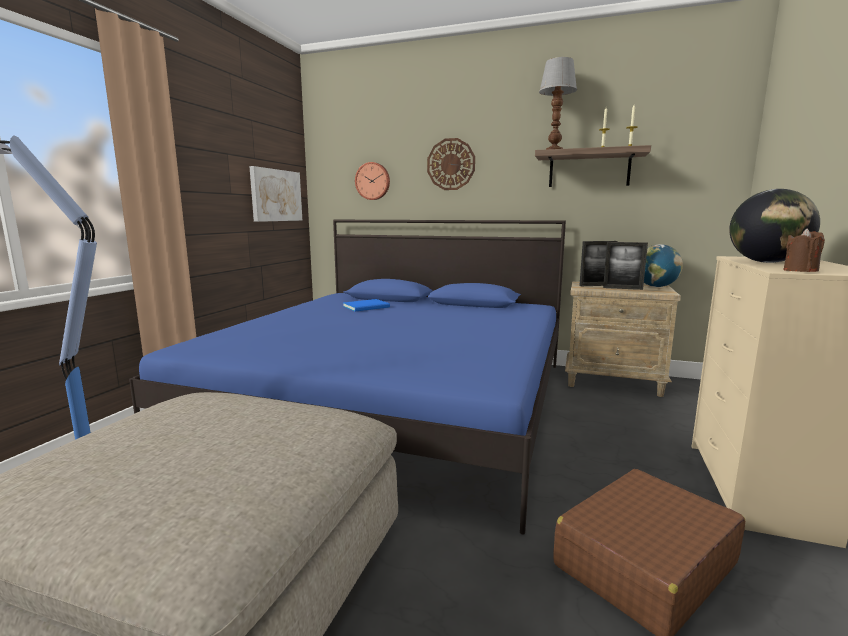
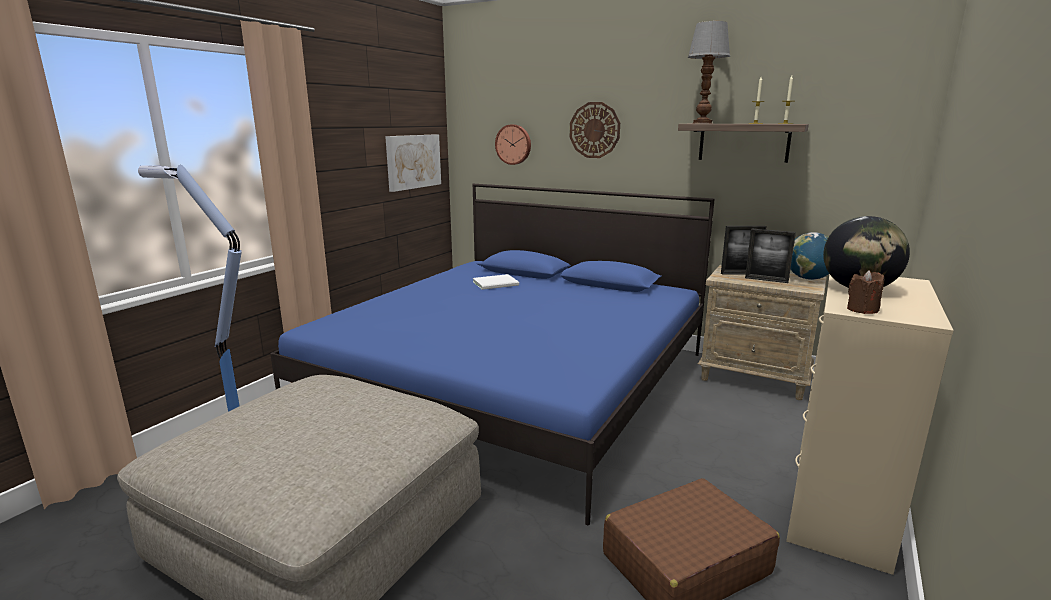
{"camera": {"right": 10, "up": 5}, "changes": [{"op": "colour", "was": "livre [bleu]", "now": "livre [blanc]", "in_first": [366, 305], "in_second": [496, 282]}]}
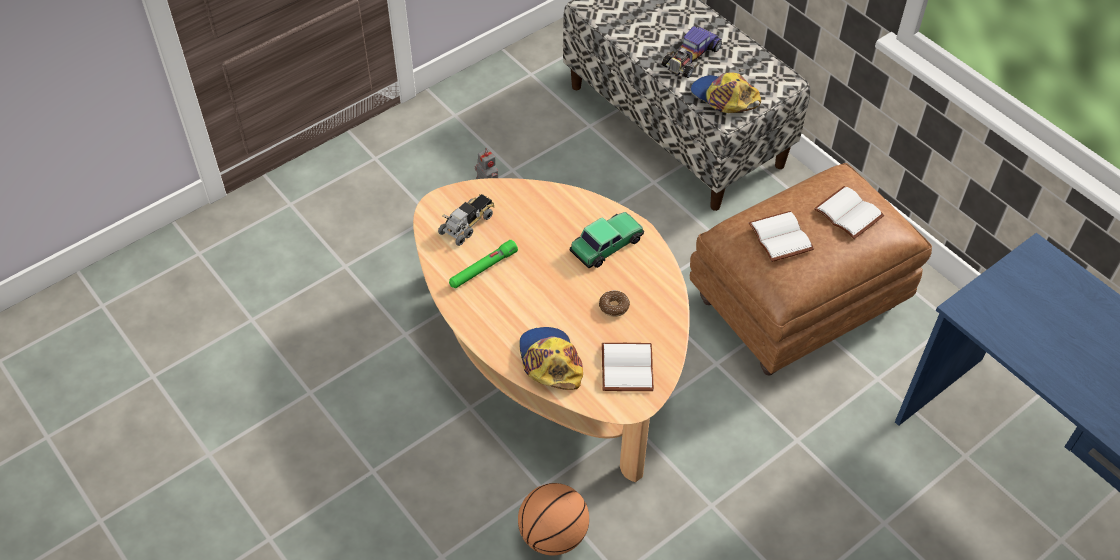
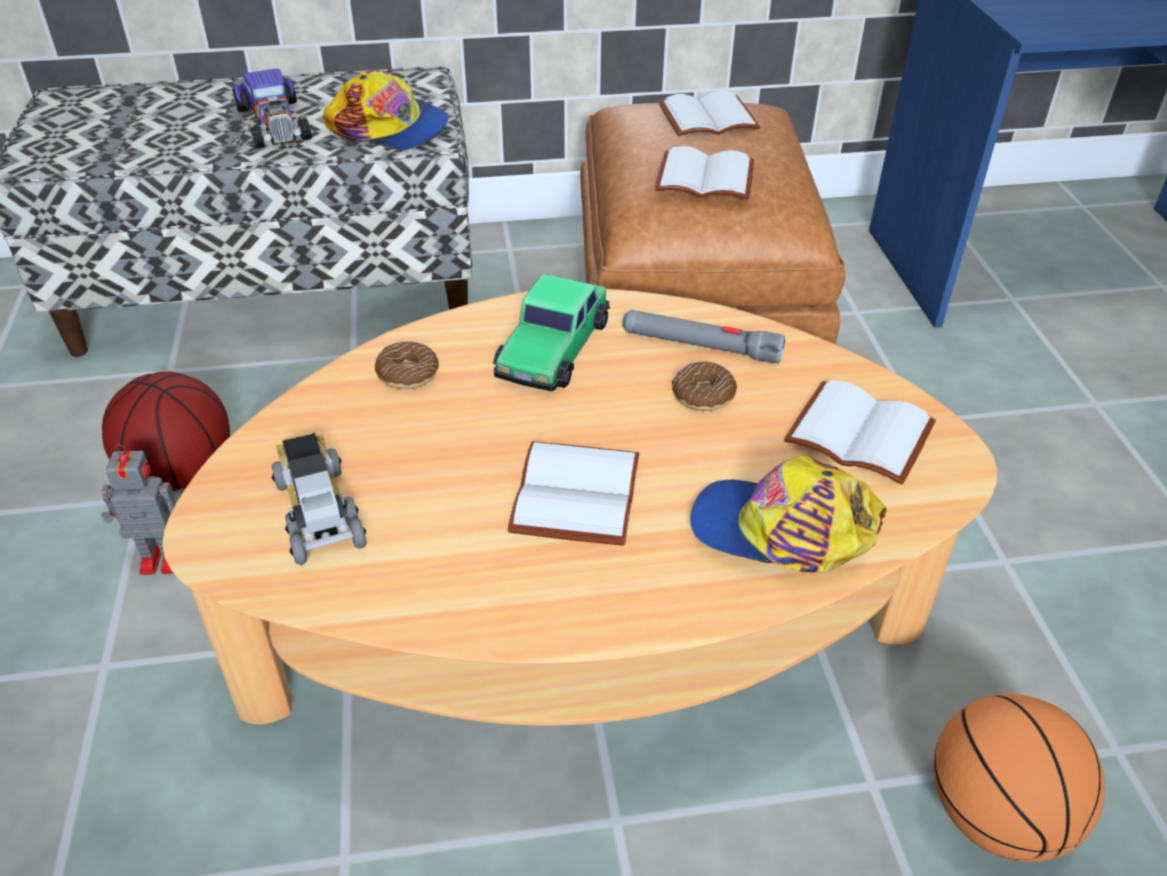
{"camera": {"right": -60, "up": -10}, "changes": [{"op": "appeared", "now": "ballon de basket", "in_second": [166, 431]}, {"op": "spun", "was": "casquette", "in_first": [725, 92], "in_second": [386, 110], "clockwise": -135}, {"op": "appeared", "now": "beignet", "in_second": [407, 365]}, {"op": "spun", "was": "petite voiture", "in_first": [607, 240], "in_second": [551, 333], "clockwise": -150}, {"op": "appeared", "now": "livre [blanc]", "in_second": [573, 493]}, {"op": "appeared", "now": "lampe de poche [gris]", "in_second": [703, 337]}, {"op": "missing", "was": "lampe de poche [vert]", "in_first": [483, 264]}]}
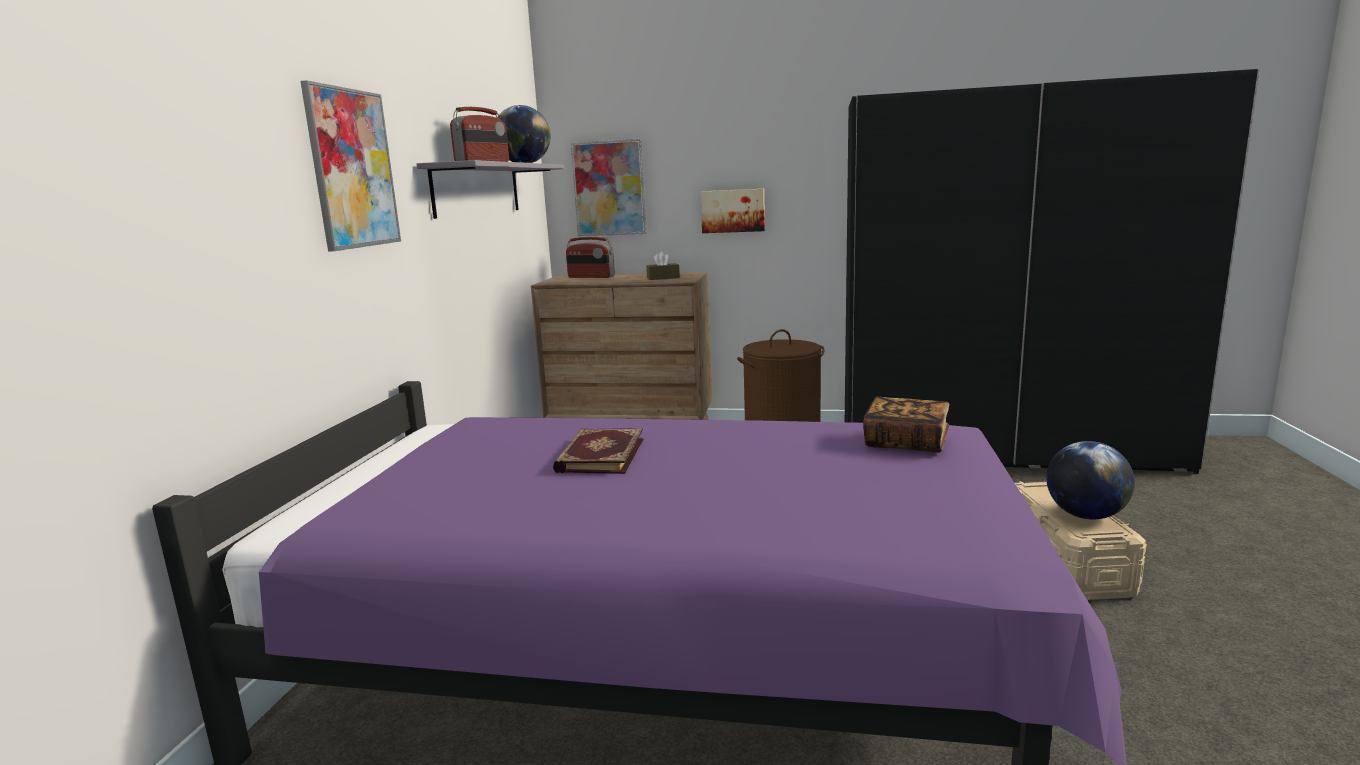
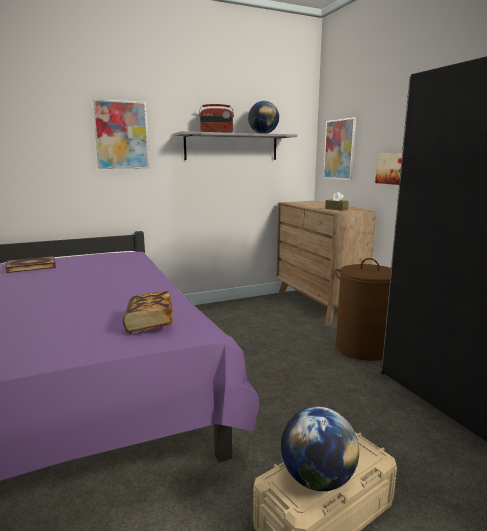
{"camera": {"right": 55, "up": 0}, "changes": [{"op": "relocated", "was": "livre", "in_first": [598, 451], "in_second": [30, 264]}, {"op": "missing", "was": "radio", "in_first": [590, 257]}]}
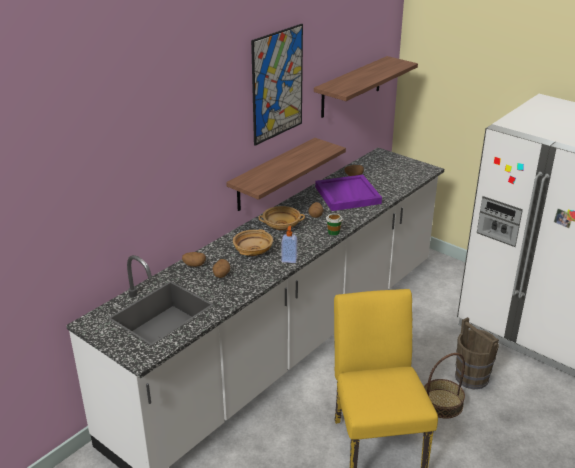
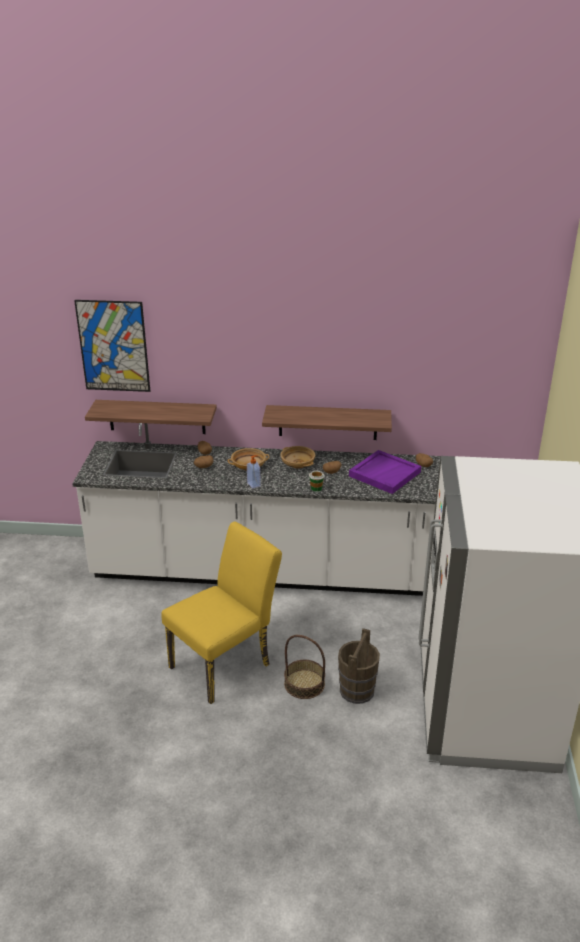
{"camera": {"right": 55, "up": 0}, "changes": [{"op": "relocated", "was": "tableau", "in_first": [277, 85], "in_second": [112, 346]}, {"op": "relocated", "was": "étagère", "in_first": [366, 87], "in_second": [151, 417]}]}
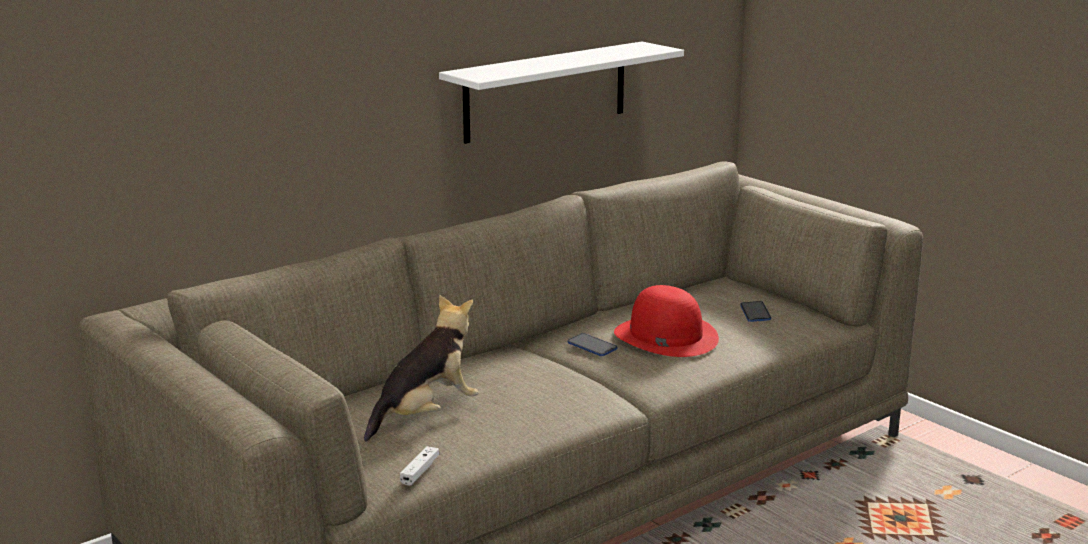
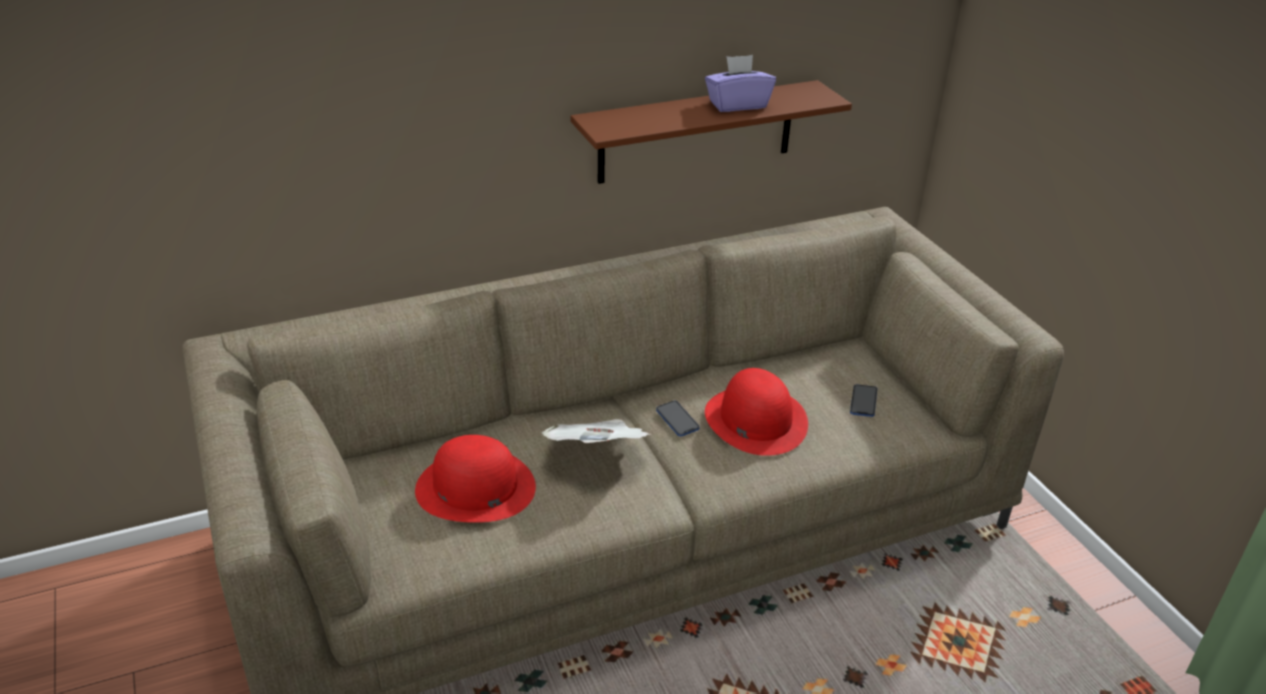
{"camera": {"right": 15, "up": 15}, "changes": [{"op": "exchanged", "was": "peluche", "now": "chapeau [rouge]", "in_first": [421, 368], "in_second": [475, 479]}, {"op": "appeared", "now": "journal", "in_second": [596, 431]}, {"op": "colour", "was": "étagère [blanc]", "now": "étagère [marron]", "in_first": [561, 93], "in_second": [711, 132]}, {"op": "appeared", "now": "boîte à mouchoirs [violet]", "in_second": [740, 83]}, {"op": "missing", "was": "manette [blanc]", "in_first": [419, 466]}]}
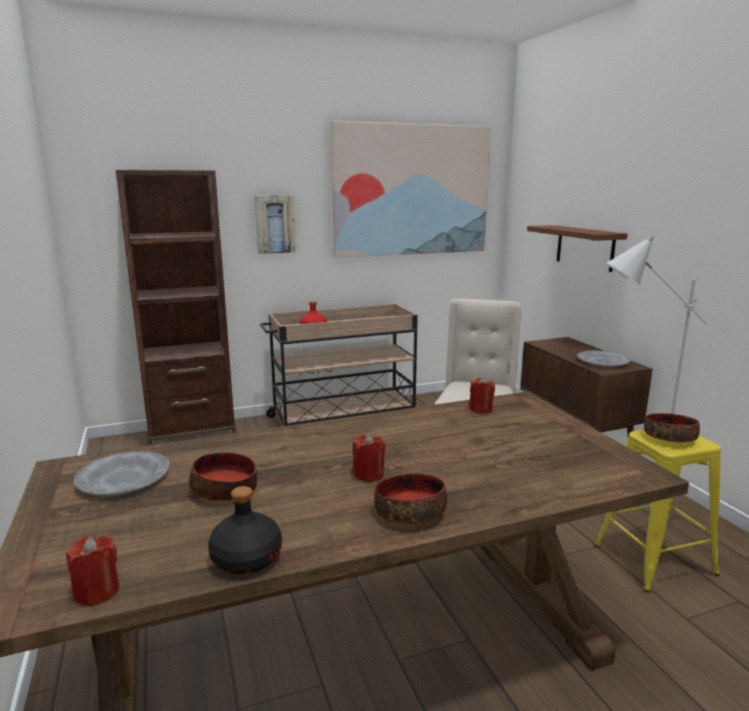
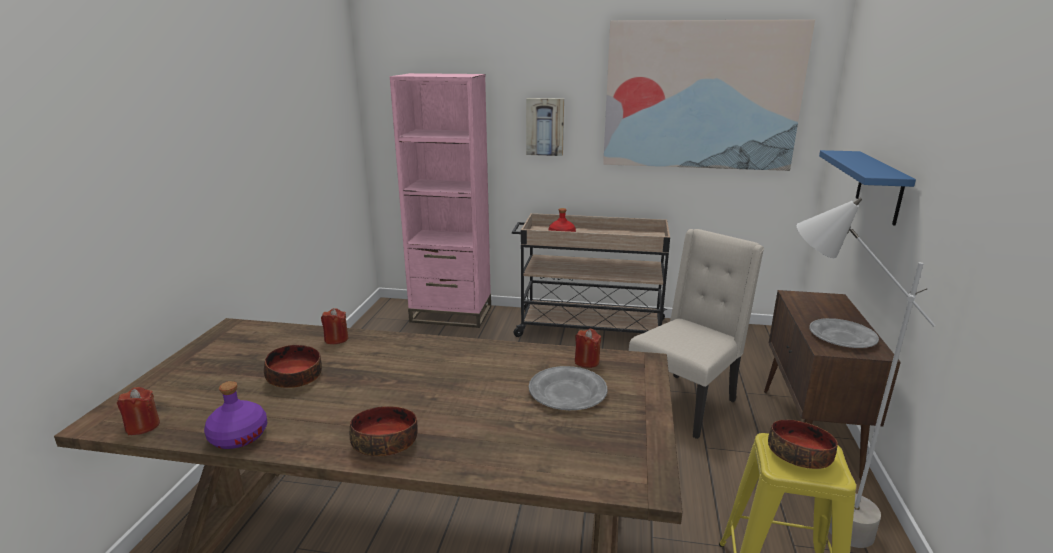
{"camera": {"right": 30, "up": 5}, "changes": [{"op": "colour", "was": "bouteille [noir]", "now": "bouteille [violet]", "in_first": [245, 530], "in_second": [235, 415]}, {"op": "relocated", "was": "bougie [rouge]", "in_first": [369, 458], "in_second": [334, 326]}, {"op": "colour", "was": "bibliothèque [marron]", "now": "bibliothèque [rose]", "in_first": [175, 307], "in_second": [440, 200]}, {"op": "relocated", "was": "assiette [gris]", "in_first": [121, 473], "in_second": [568, 388]}, {"op": "colour", "was": "étagère [marron]", "now": "étagère [bleu]", "in_first": [577, 248], "in_second": [867, 188]}]}
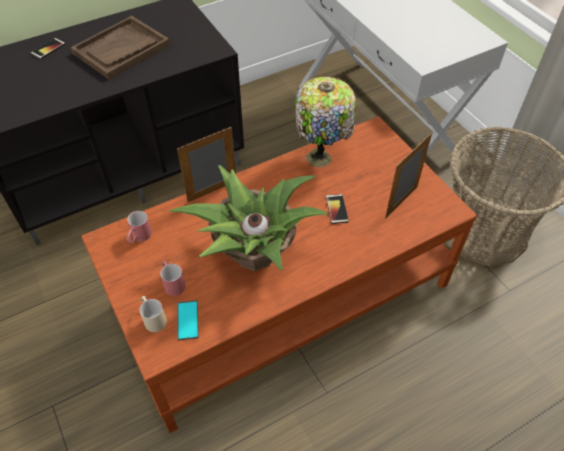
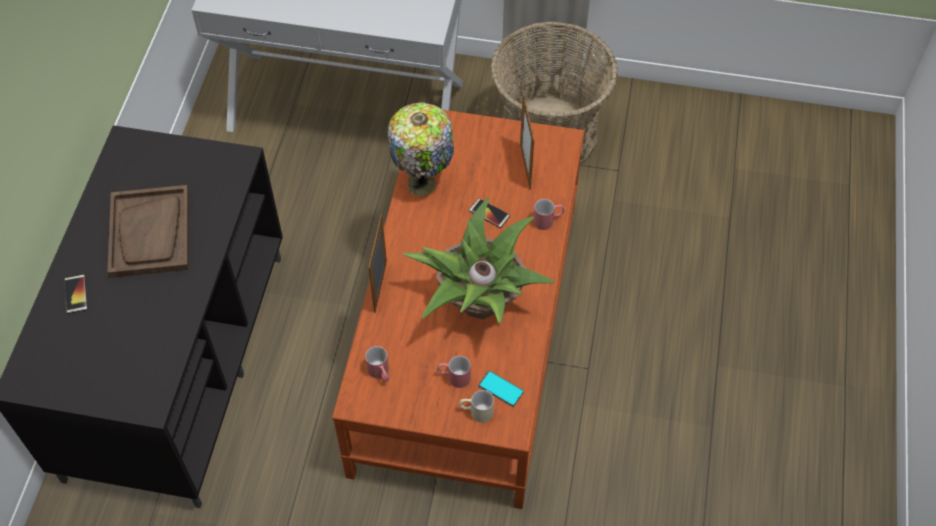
{"camera": {"right": -50, "up": 5}, "changes": [{"op": "appeared", "now": "mug [rouge]", "in_second": [549, 214]}]}
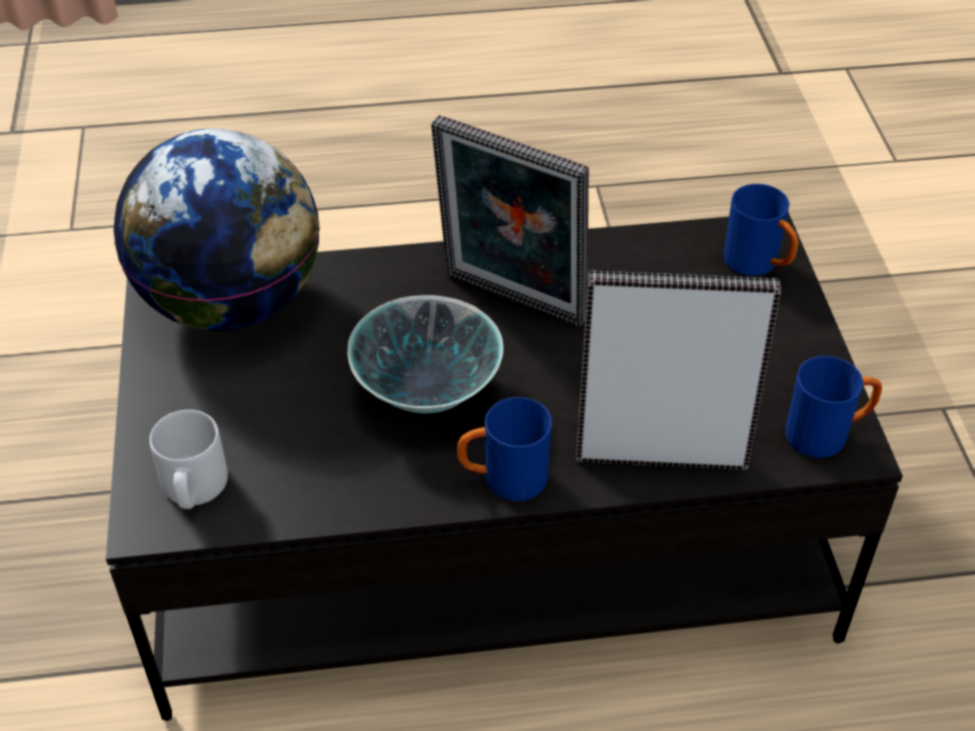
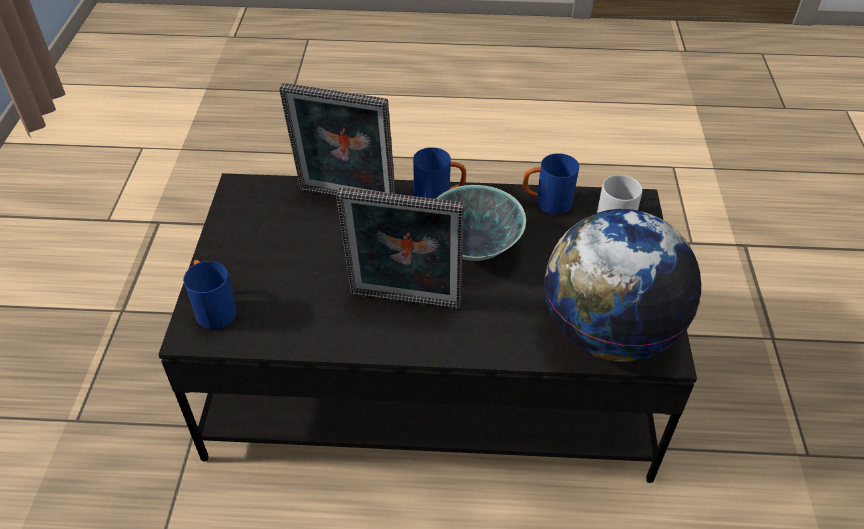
{"camera": {"right": -170, "up": 0}, "changes": [{"op": "spun", "was": "cadre photo", "in_first": [510, 221], "in_second": [400, 248], "clockwise": 150}, {"op": "relocated", "was": "mug [bleu]", "in_first": [833, 407], "in_second": [551, 184]}]}
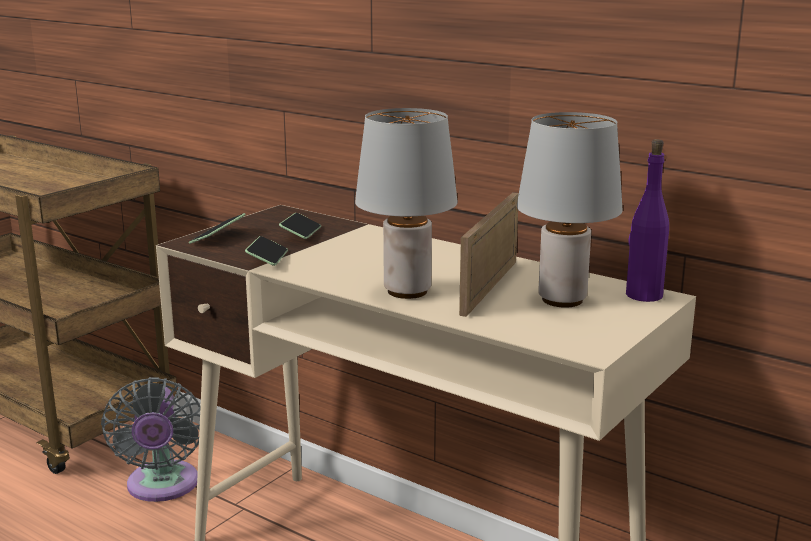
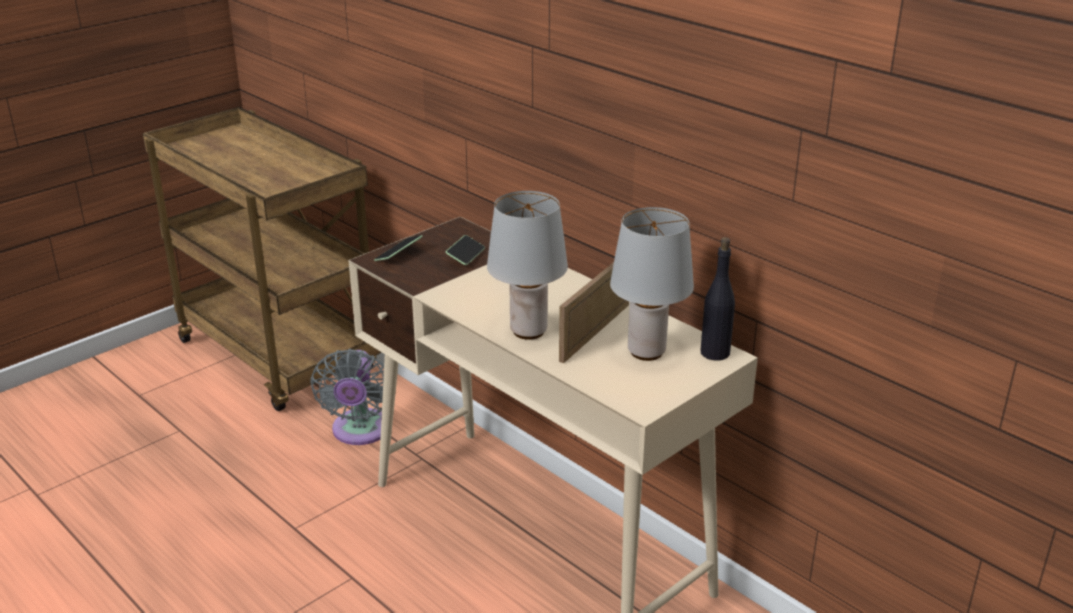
{"camera": {"right": 10, "up": 10}, "changes": [{"op": "colour", "was": "bouteille [violet]", "now": "bouteille [noir]", "in_first": [647, 220], "in_second": [718, 299]}, {"op": "missing", "was": "téléphone", "in_first": [266, 251]}]}
